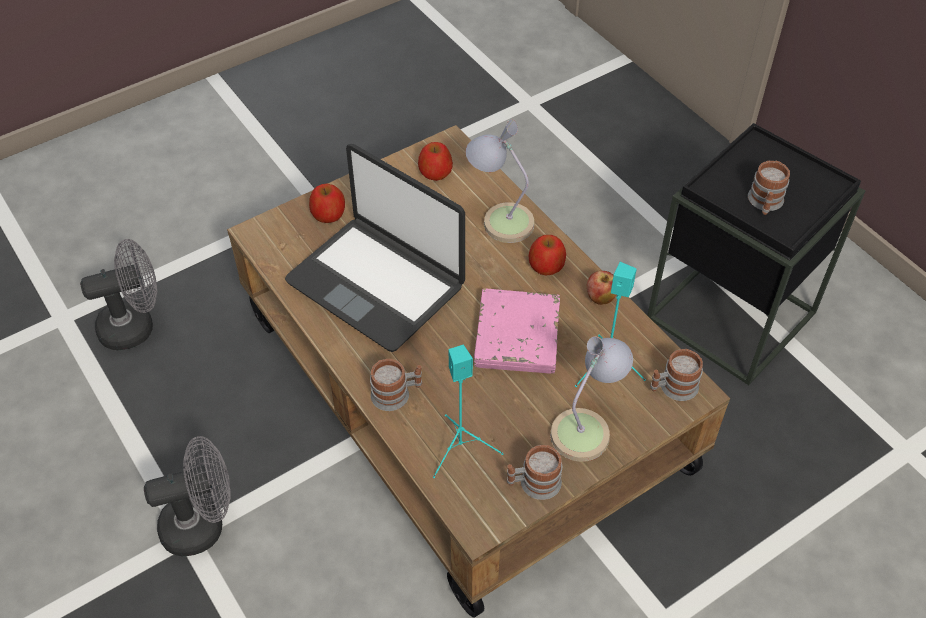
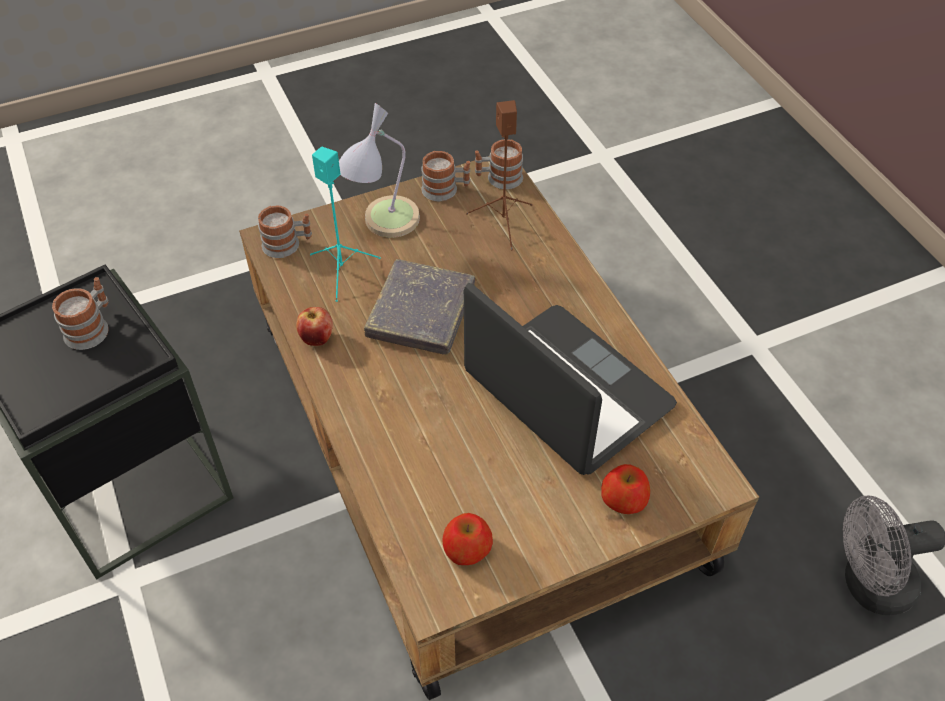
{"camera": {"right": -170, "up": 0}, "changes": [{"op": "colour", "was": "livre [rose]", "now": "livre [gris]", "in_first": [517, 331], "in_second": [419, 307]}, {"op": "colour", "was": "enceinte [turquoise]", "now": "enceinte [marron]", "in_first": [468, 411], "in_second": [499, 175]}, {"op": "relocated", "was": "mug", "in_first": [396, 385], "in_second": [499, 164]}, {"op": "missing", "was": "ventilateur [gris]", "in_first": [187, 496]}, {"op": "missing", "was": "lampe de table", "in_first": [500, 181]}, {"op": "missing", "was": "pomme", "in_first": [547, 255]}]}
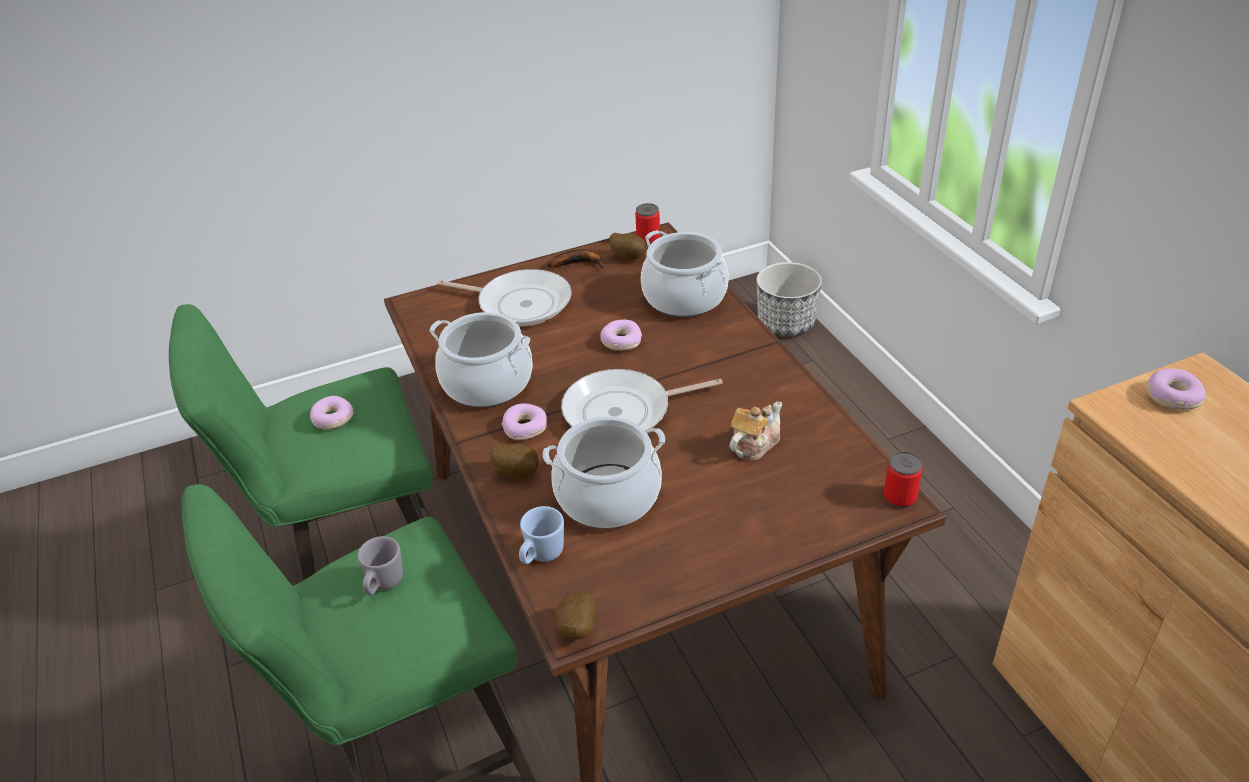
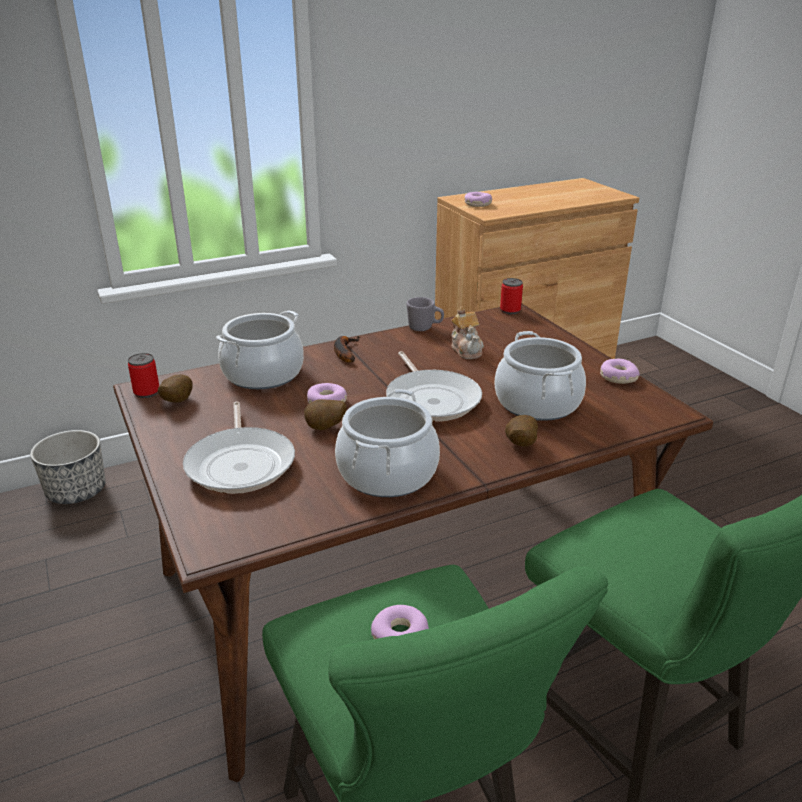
{"camera": {"right": -95, "up": -10}, "changes": [{"op": "spun", "was": "poêle", "in_first": [504, 297], "in_second": [239, 447], "clockwise": 150}, {"op": "relocated", "was": "pomme de terre", "in_first": [575, 615], "in_second": [325, 414]}, {"op": "relocated", "was": "banane", "in_first": [575, 259], "in_second": [347, 349]}, {"op": "relocated", "was": "mug [gris]", "in_first": [380, 565], "in_second": [425, 314]}, {"op": "spun", "was": "théière", "in_first": [756, 431], "in_second": [467, 333], "clockwise": -150}, {"op": "relocated", "was": "beignet", "in_first": [524, 421], "in_second": [620, 371]}, {"op": "missing", "was": "mug [bleu]", "in_first": [541, 535]}]}
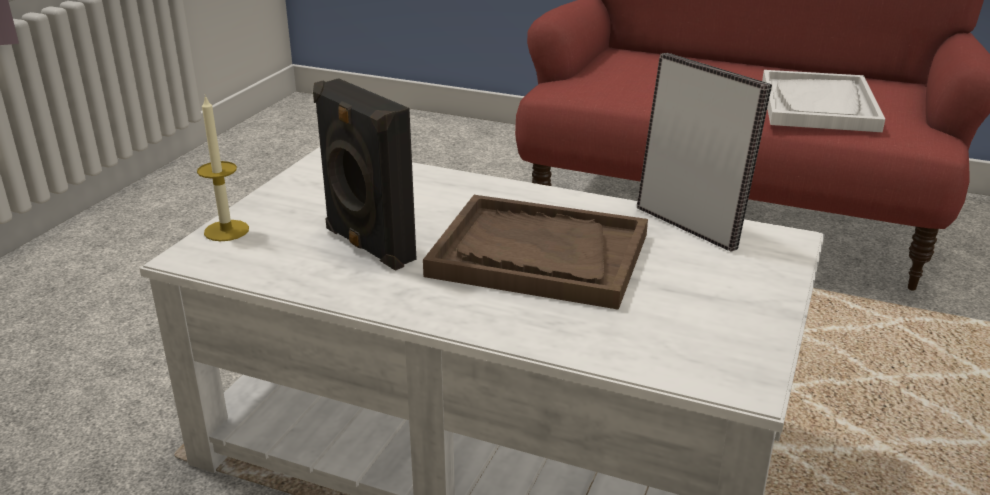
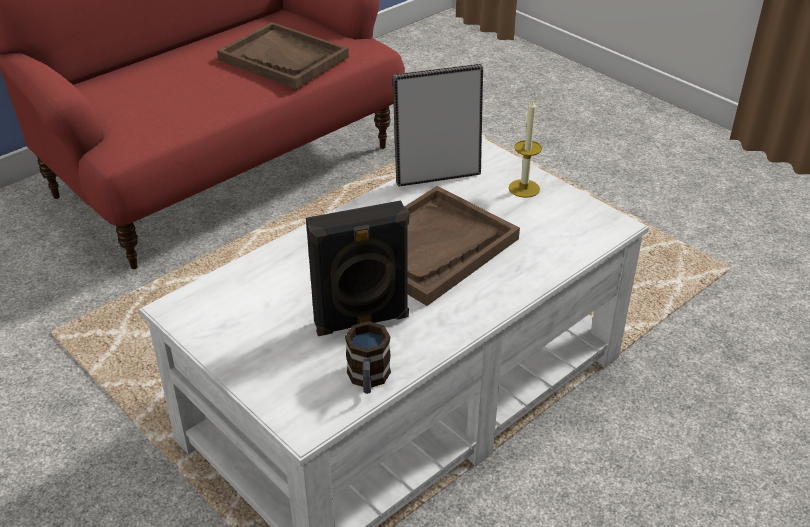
{"camera": {"right": -65, "up": 10}, "changes": [{"op": "colour", "was": "plateau [blanc]", "now": "plateau [marron]", "in_first": [823, 101], "in_second": [283, 55]}, {"op": "appeared", "now": "mug", "in_second": [368, 357]}, {"op": "relocated", "was": "bougie", "in_first": [223, 168], "in_second": [525, 148]}]}
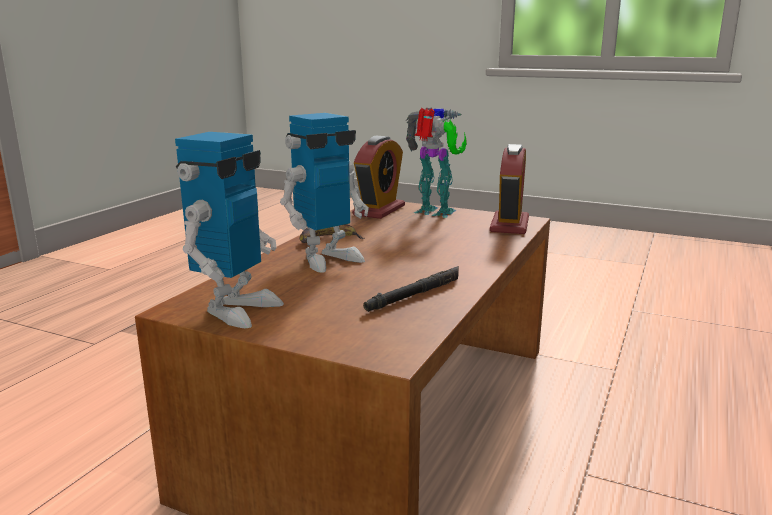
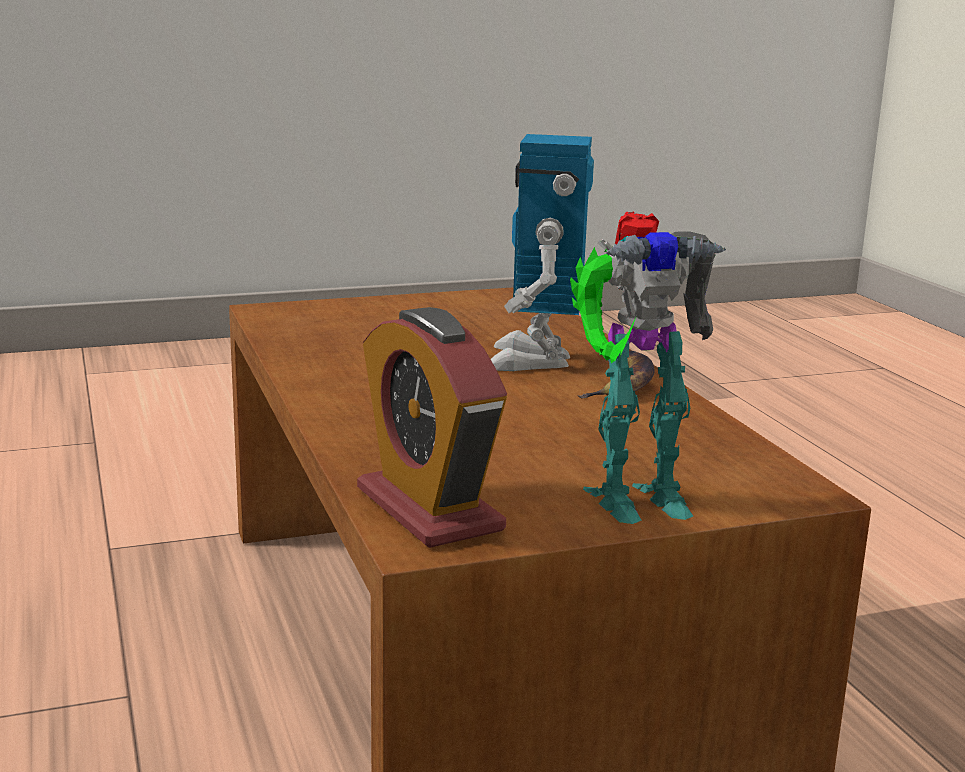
{"camera": {"right": 135, "up": 0}, "changes": [{"op": "missing", "was": "robot jouet", "in_first": [229, 230]}, {"op": "missing", "was": "réveil", "in_first": [379, 177]}, {"op": "missing", "was": "lampe de poche [noir]", "in_first": [411, 289]}]}
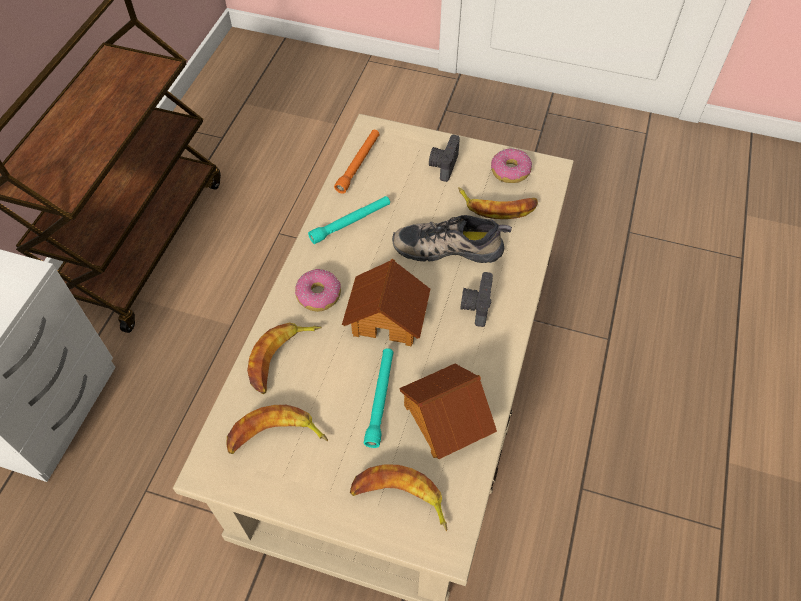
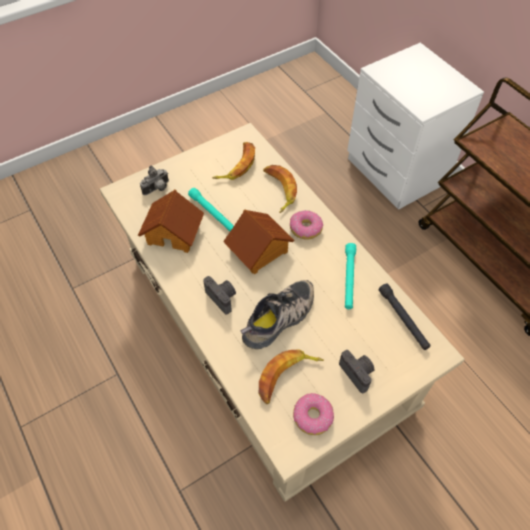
{"camera": {"right": 130, "up": 0}, "changes": [{"op": "exchanged", "was": "banane", "now": "appareil photo", "in_first": [398, 498], "in_second": [154, 180]}, {"op": "colour", "was": "lampe de poche [orange]", "now": "lampe de poche [noir]", "in_first": [357, 162], "in_second": [404, 316]}]}
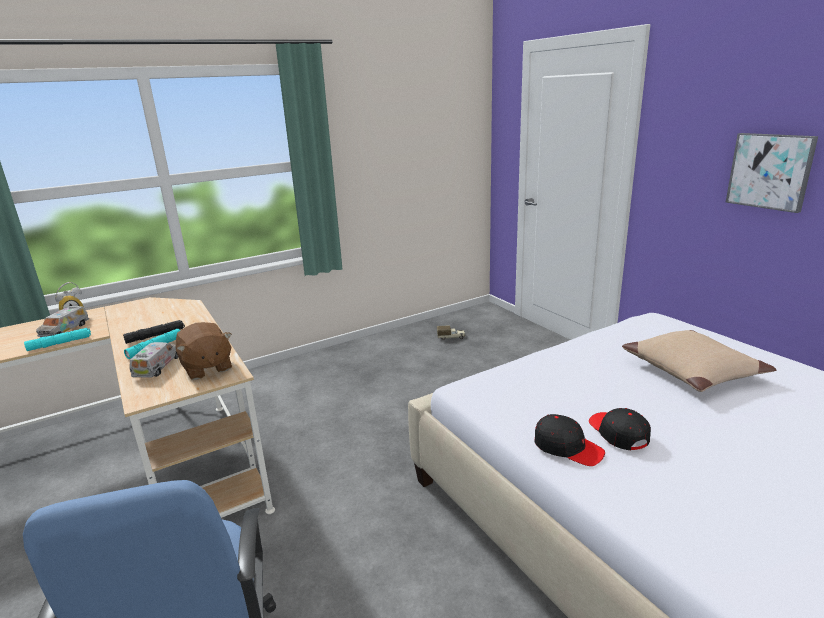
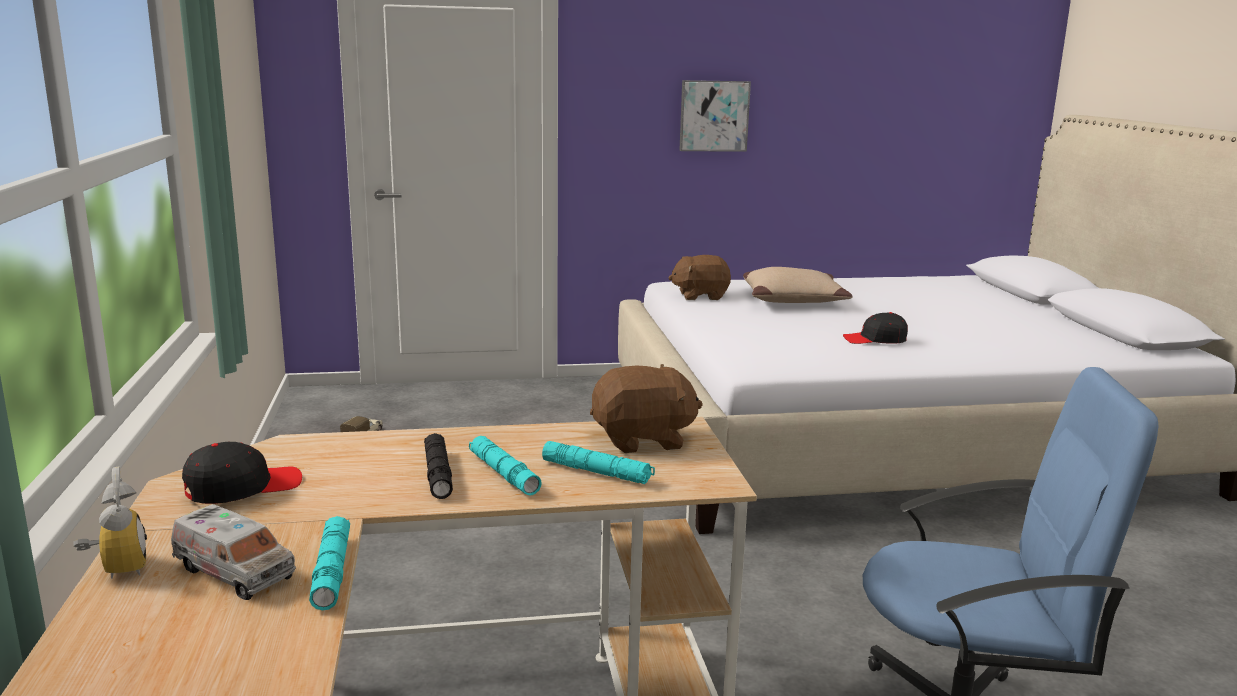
{"camera": {"right": -70, "up": -5}, "changes": [{"op": "relocated", "was": "casquette [noir]", "in_first": [569, 440], "in_second": [242, 473]}, {"op": "exchanged", "was": "camion jouet", "now": "lampe de poche [turquoise]", "in_first": [154, 359], "in_second": [598, 462]}, {"op": "appeared", "now": "peluche [marron]", "in_second": [700, 277]}]}
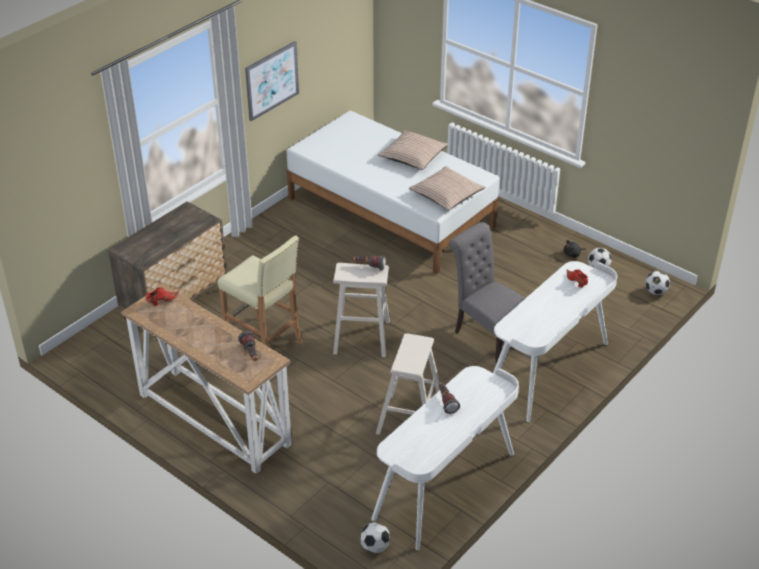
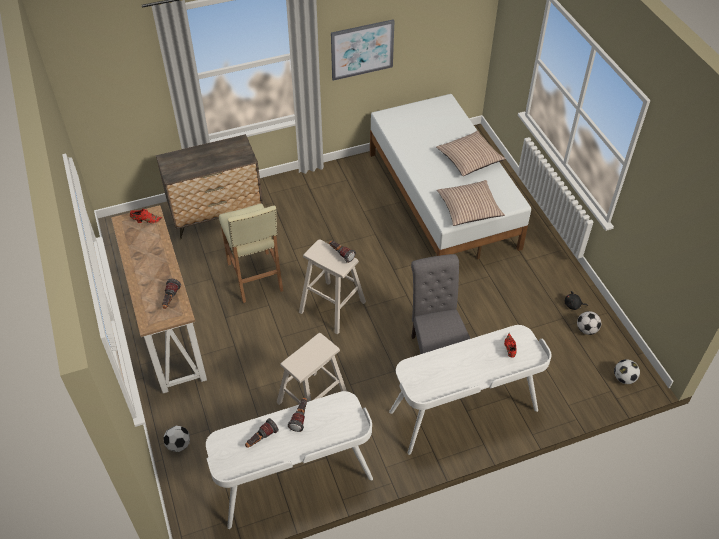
{"camera": {"right": 30, "up": 10}, "changes": [{"op": "relocated", "was": "ballon de foot", "in_first": [375, 537], "in_second": [177, 439]}, {"op": "appeared", "now": "lampe de poche", "in_second": [262, 433]}]}
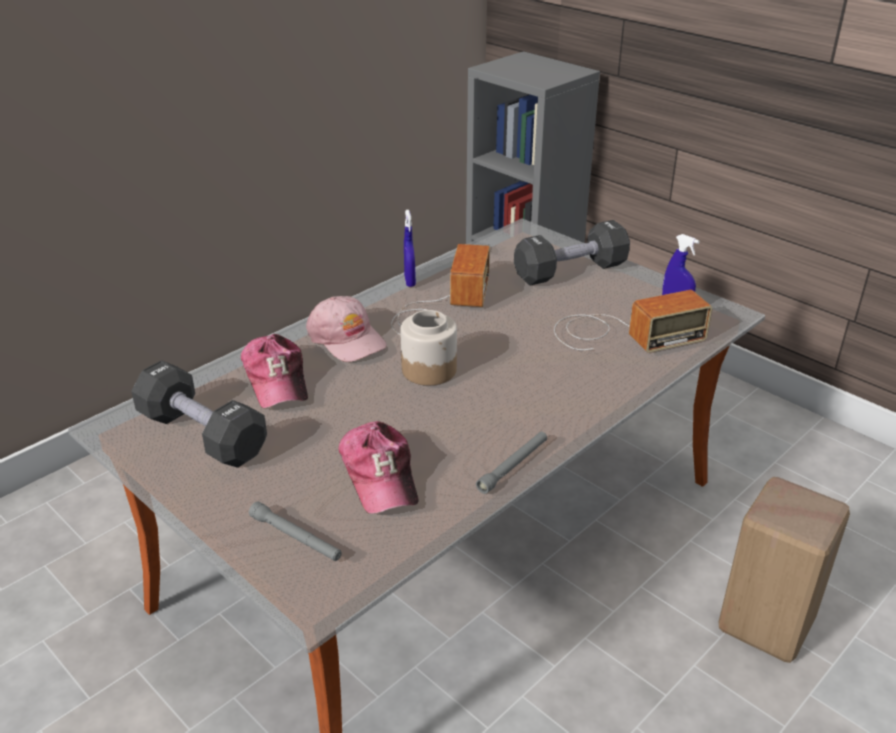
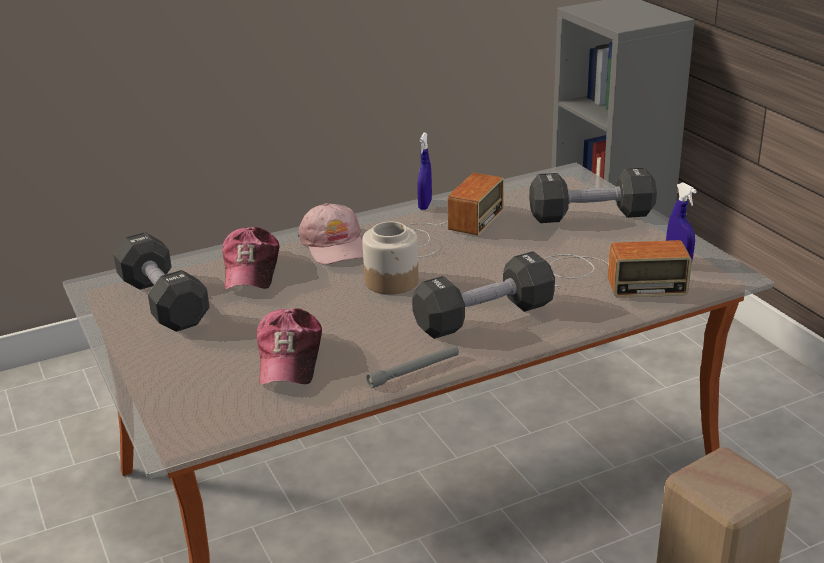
{"camera": {"right": 20, "up": -5}, "changes": [{"op": "appeared", "now": "haltère [noir]", "in_second": [483, 295]}, {"op": "missing", "was": "lampe de poche [gris]", "in_first": [295, 531]}]}
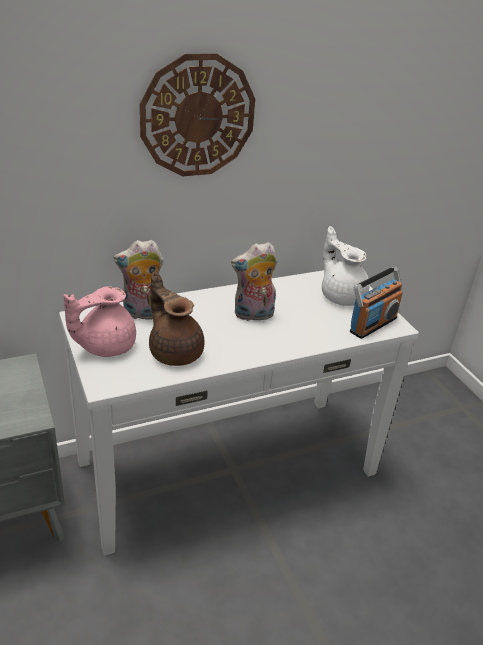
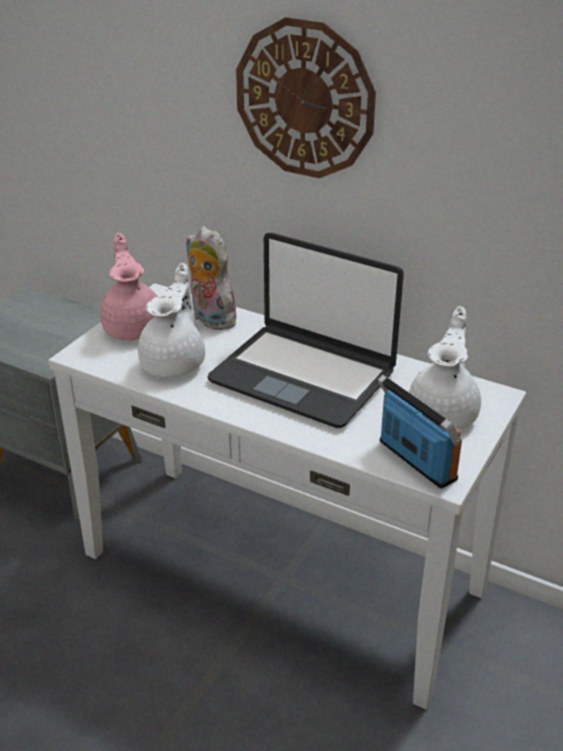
{"camera": {"right": 55, "up": 0}, "changes": [{"op": "spun", "was": "théière [rose]", "in_first": [99, 321], "in_second": [129, 286], "clockwise": 60}, {"op": "colour", "was": "théière [marron]", "now": "théière [blanc]", "in_first": [177, 319], "in_second": [171, 320]}, {"op": "exchanged", "was": "peluche", "now": "ordinateur portable", "in_first": [254, 281], "in_second": [305, 330]}, {"op": "spun", "was": "radio", "in_first": [376, 303], "in_second": [420, 432], "clockwise": -135}]}
